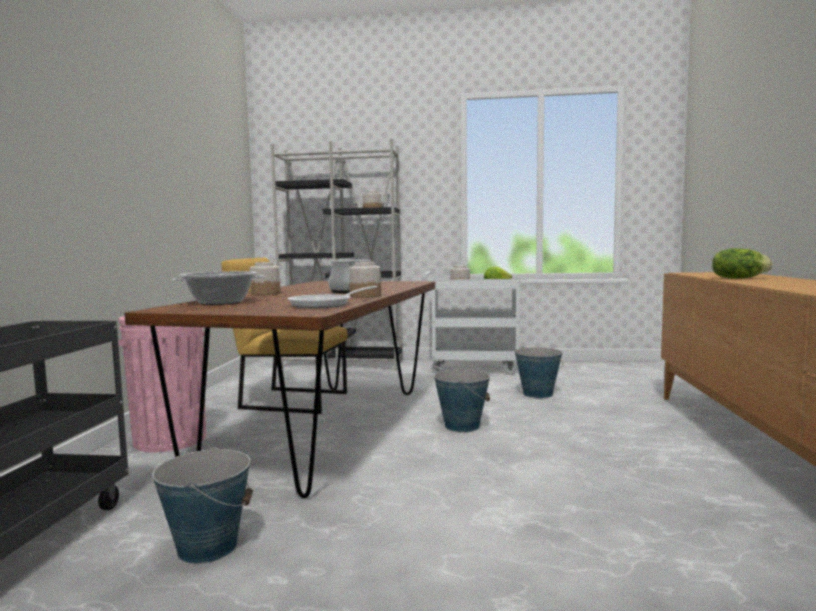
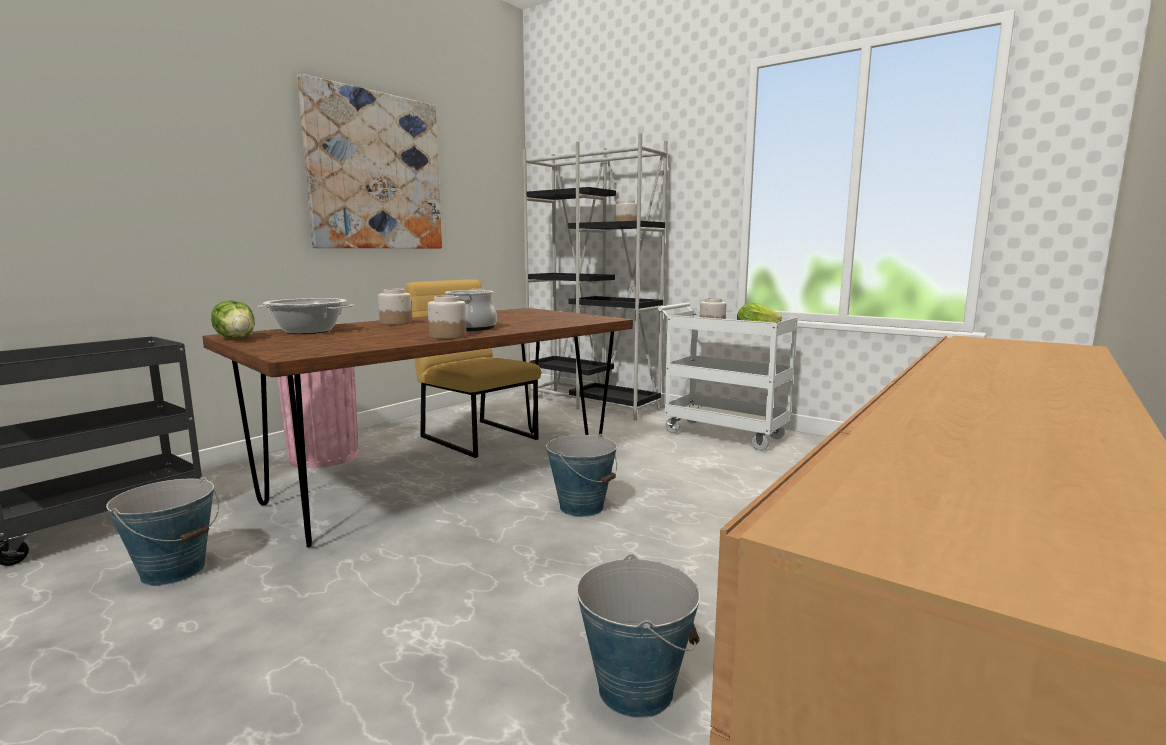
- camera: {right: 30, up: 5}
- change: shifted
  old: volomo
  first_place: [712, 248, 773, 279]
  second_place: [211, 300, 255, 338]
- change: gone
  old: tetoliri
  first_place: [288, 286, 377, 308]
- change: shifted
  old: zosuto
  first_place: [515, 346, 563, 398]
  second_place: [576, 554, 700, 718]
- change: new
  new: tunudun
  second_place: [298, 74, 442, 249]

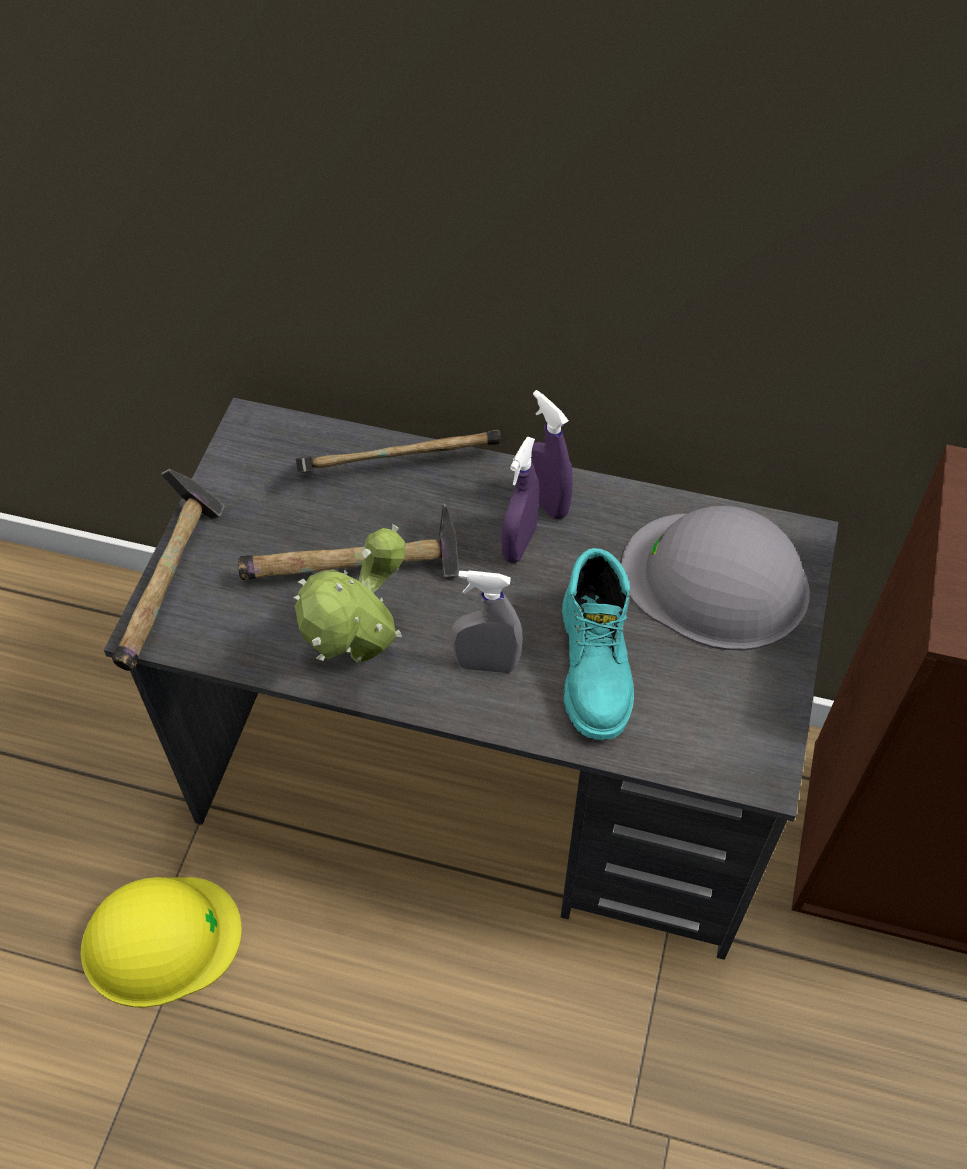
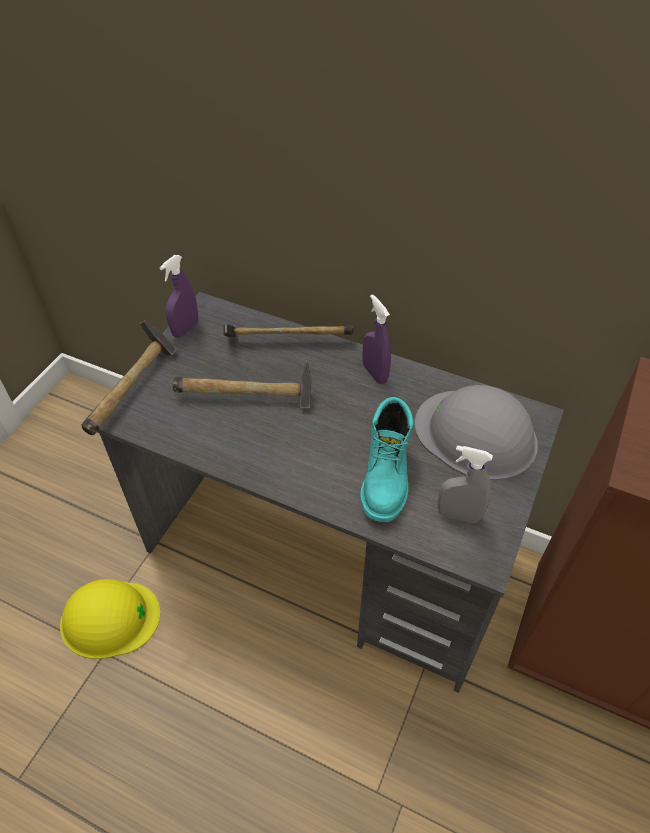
- camera: {right: 10, up: -5}
- change: shifted
  old: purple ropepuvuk
  first_place: [502, 436, 539, 563]
  second_place: [159, 255, 198, 337]
- change: gone
  old: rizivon
  first_place: [293, 524, 405, 663]
- change: shifted
  old: grey ropepuvuk
  first_place: [451, 570, 523, 673]
  second_place: [438, 445, 493, 523]

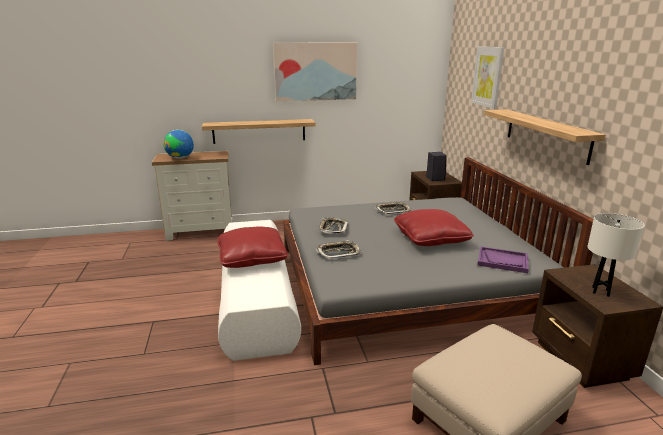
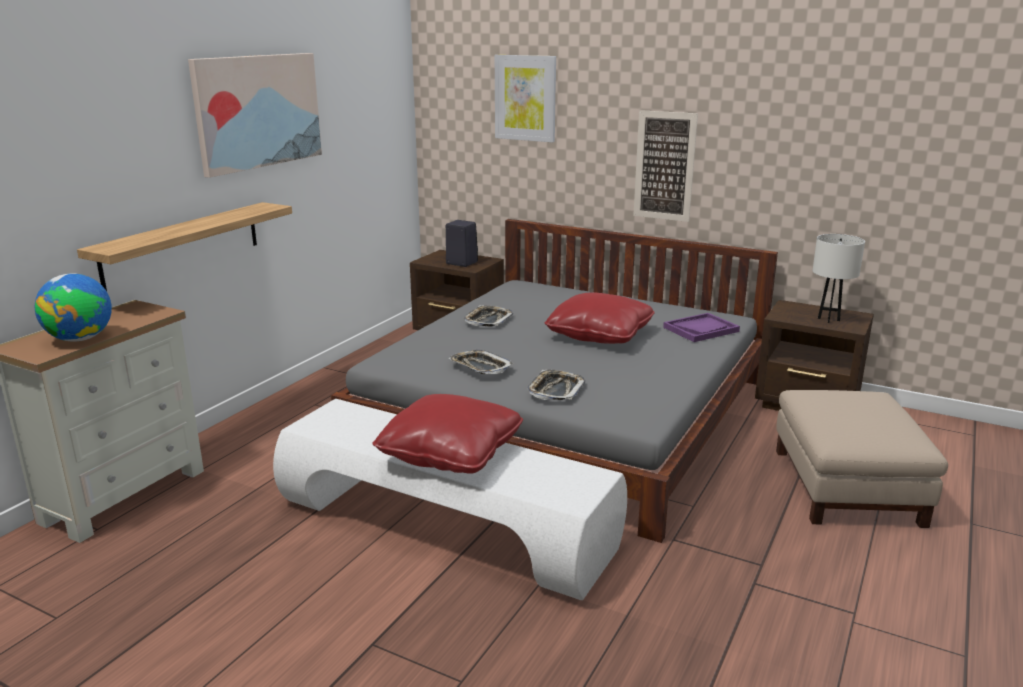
- camera: {right: -50, up: 0}
- change: swapped
  old: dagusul
  new: tunudun
  first_place: [484, 109, 606, 165]
  second_place: [633, 110, 698, 222]

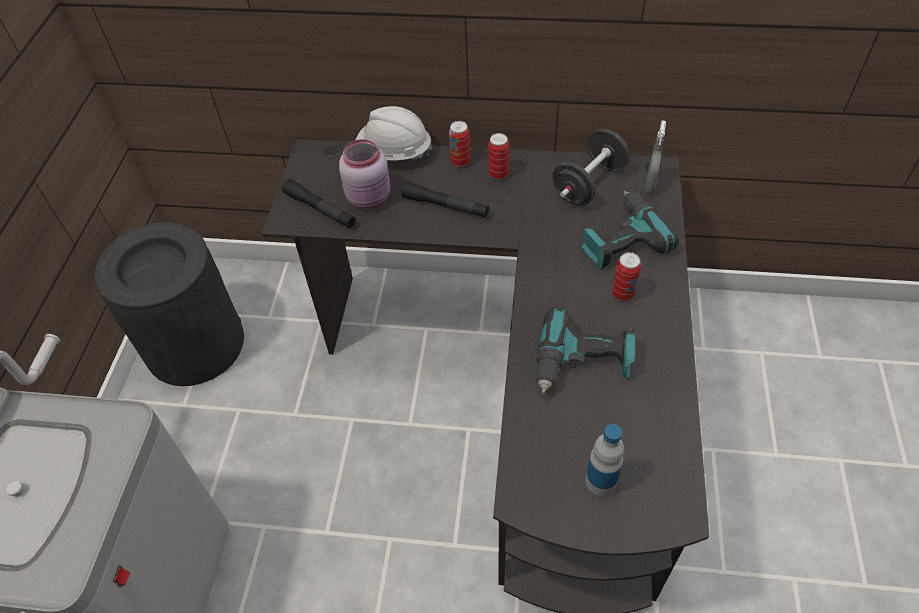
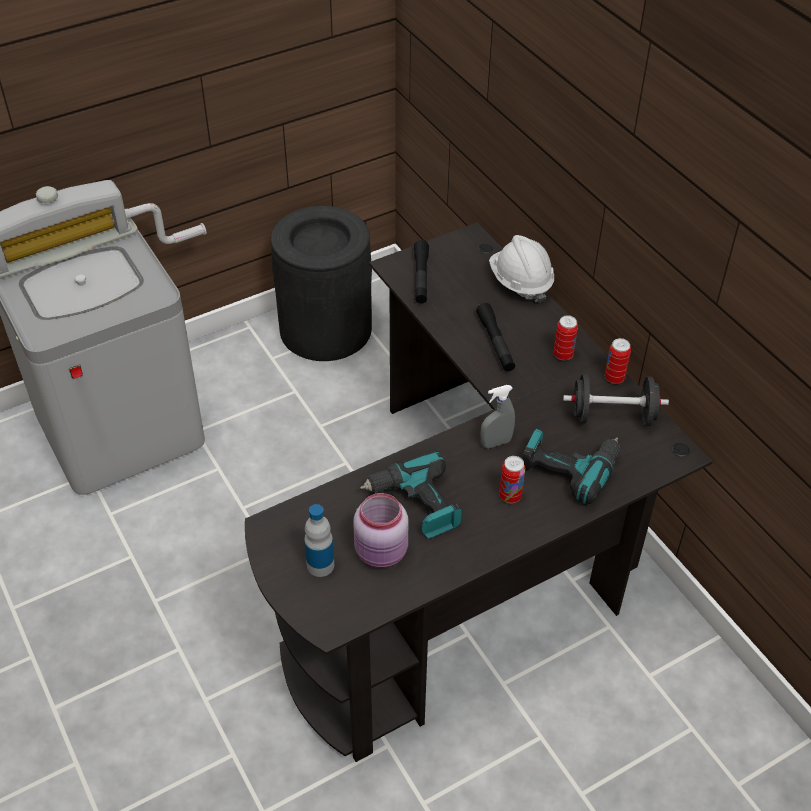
- camera: {right: 50, up: -5}
- change: shifted
  old: grey ropepuvuk
  first_place: [645, 120, 666, 194]
  second_place: [480, 385, 515, 448]
- change: shifted
  old: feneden
  first_place: [449, 121, 470, 167]
  second_place: [605, 338, 631, 384]
- change: shifted
  old: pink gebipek
  first_place: [339, 139, 391, 209]
  second_place: [353, 493, 408, 568]

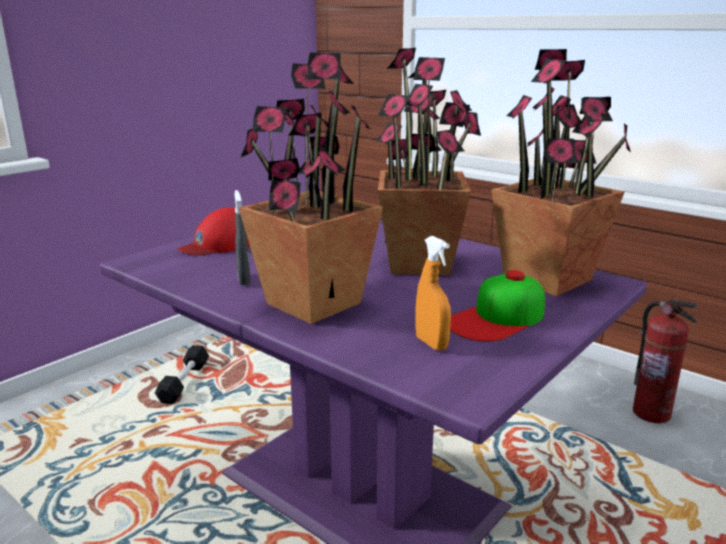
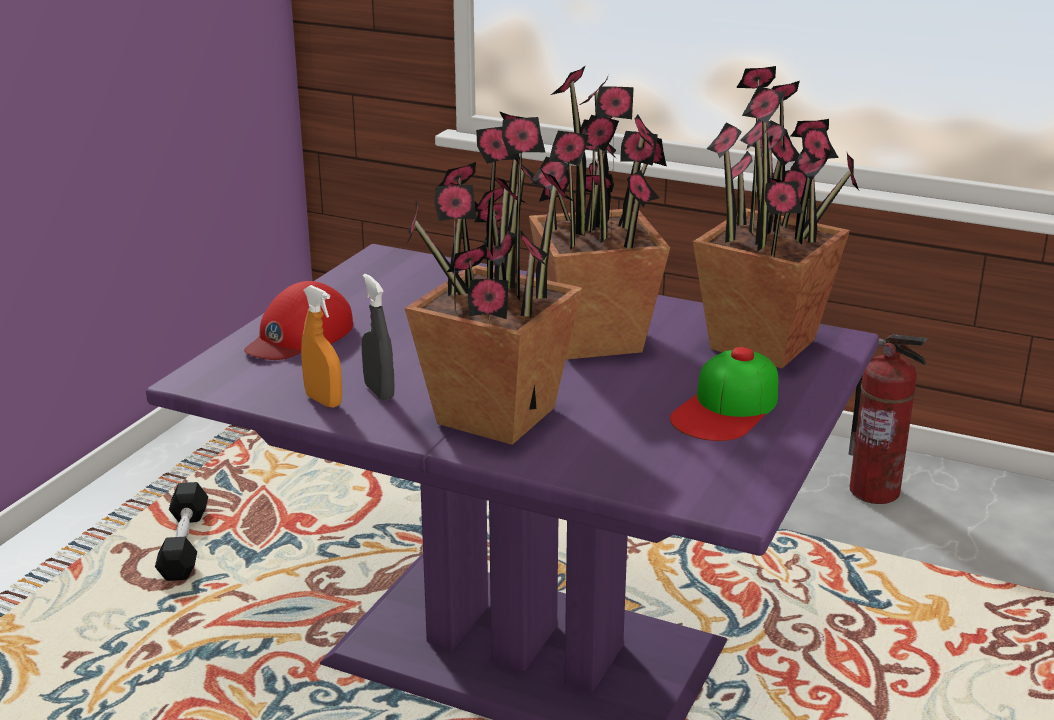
- camera: {right: -15, up: 5}
- change: shifted
  old: orange ropepuvuk
  first_place: [415, 236, 451, 351]
  second_place: [301, 285, 342, 408]

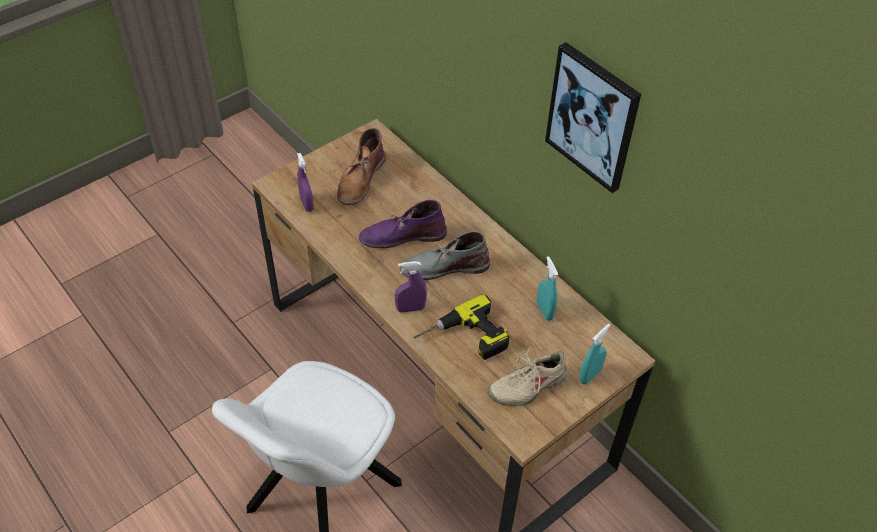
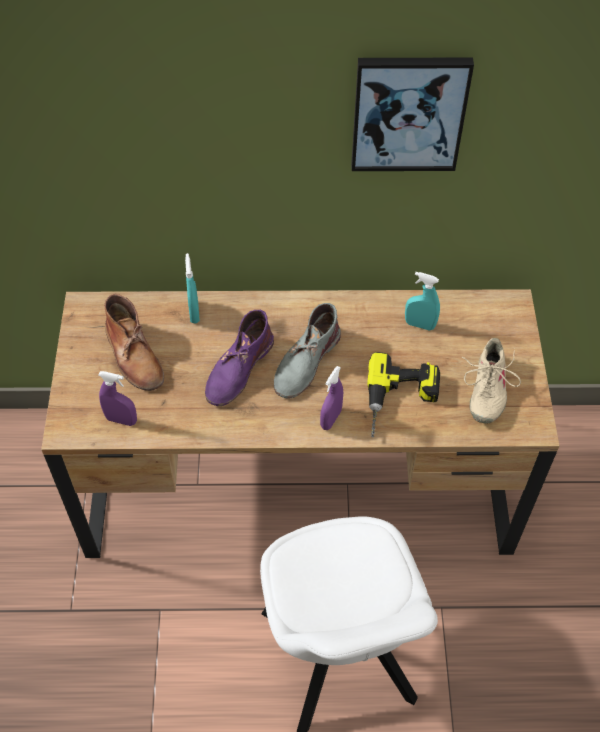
- camera: {right: -50, up: 5}
- change: shifted
  old: turquoise ropepuvuk
  first_place: [579, 324, 611, 384]
  second_place: [185, 253, 200, 324]

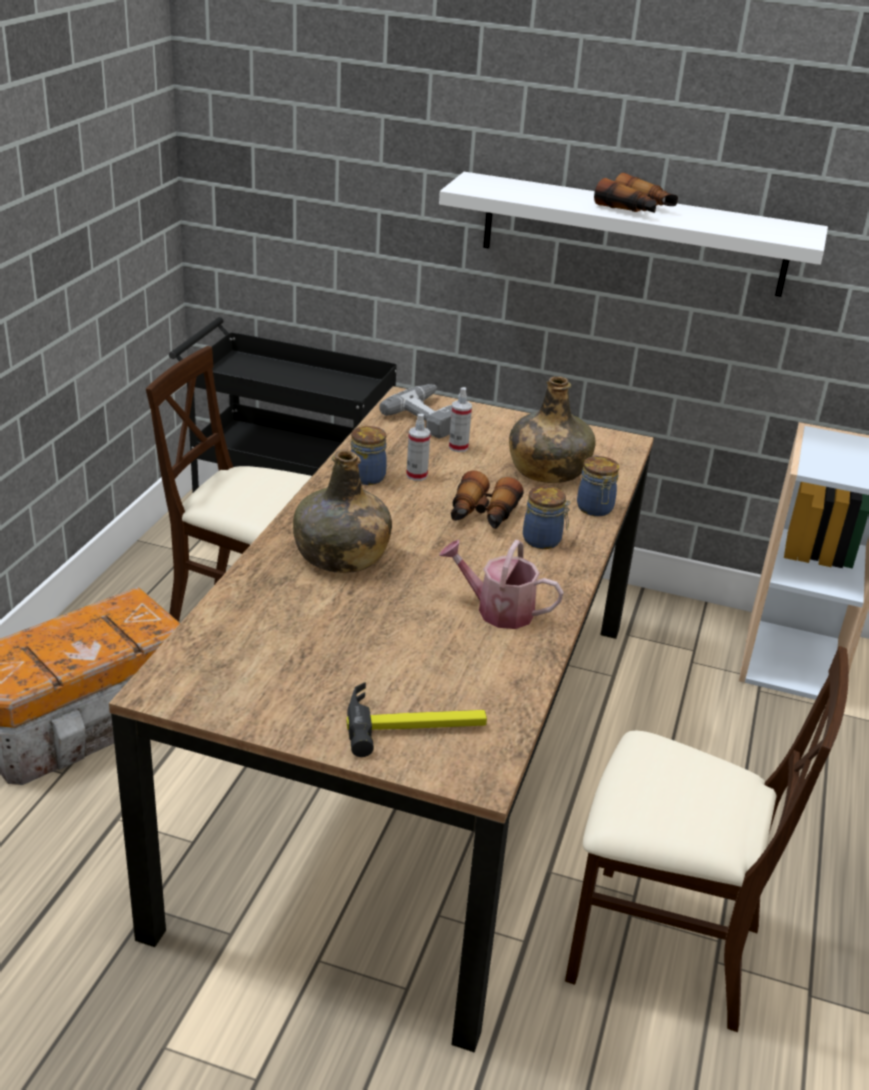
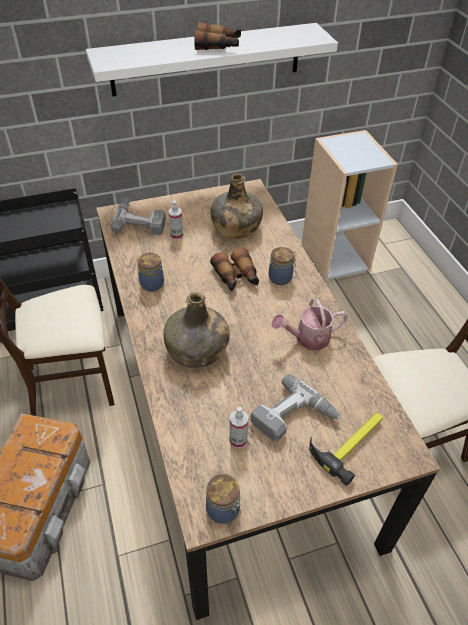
- camera: {right: -35, up: 15}
- change: shifted
  old: ropepuvuk
  first_place: [406, 414, 430, 481]
  second_place: [229, 407, 248, 448]
- change: shifted
  old: gebipek
  first_place: [577, 456, 619, 516]
  second_place: [206, 474, 241, 524]
- change: new
  new: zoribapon
  second_place: [250, 374, 340, 441]

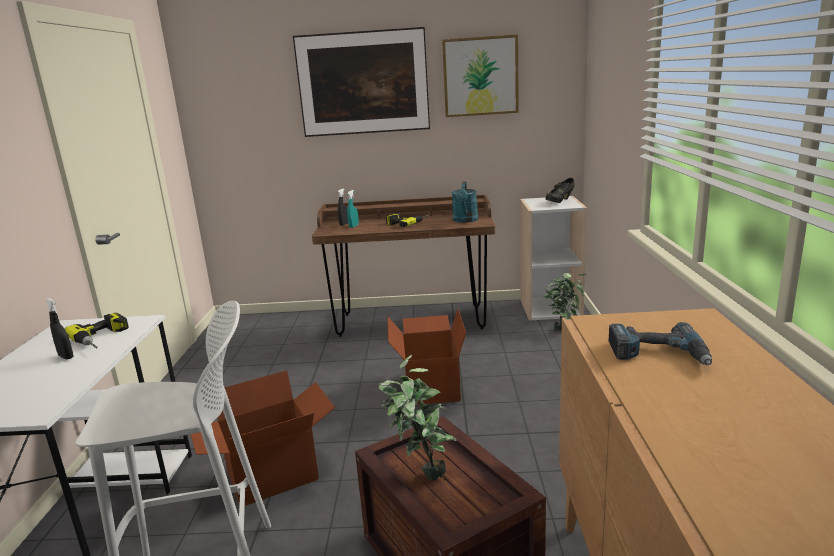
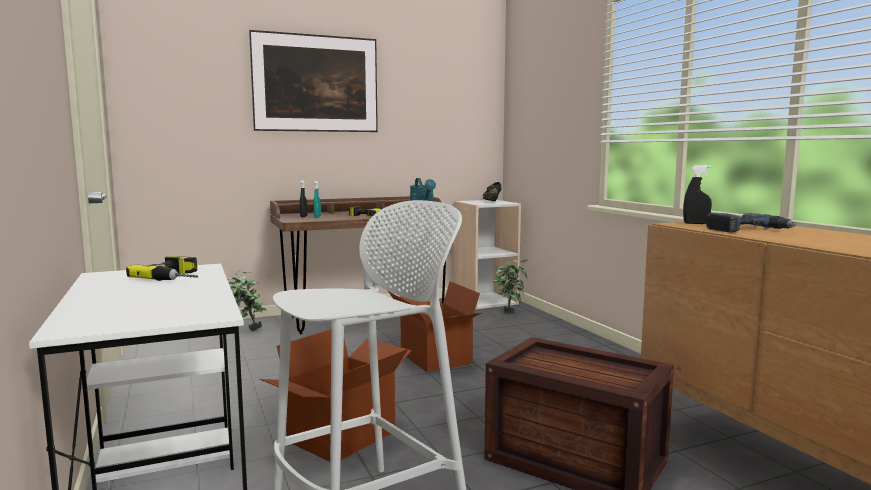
- camera: {right: -25, up: -10}
- change: gone
  old: tunudun
  first_place: [442, 34, 519, 117]
- change: shifted
  old: black ropepuvuk
  first_place: [46, 298, 73, 359]
  second_place: [683, 165, 712, 224]
- change: shifted
  old: rizivon
  first_place: [379, 355, 457, 481]
  second_place: [227, 269, 267, 331]

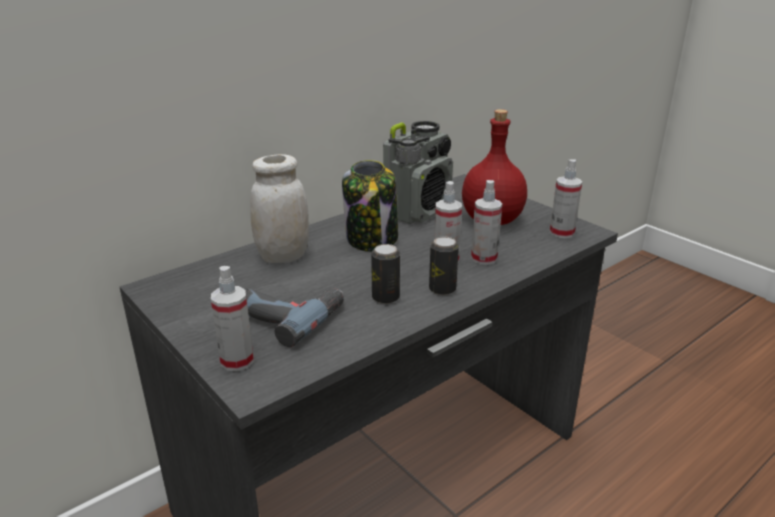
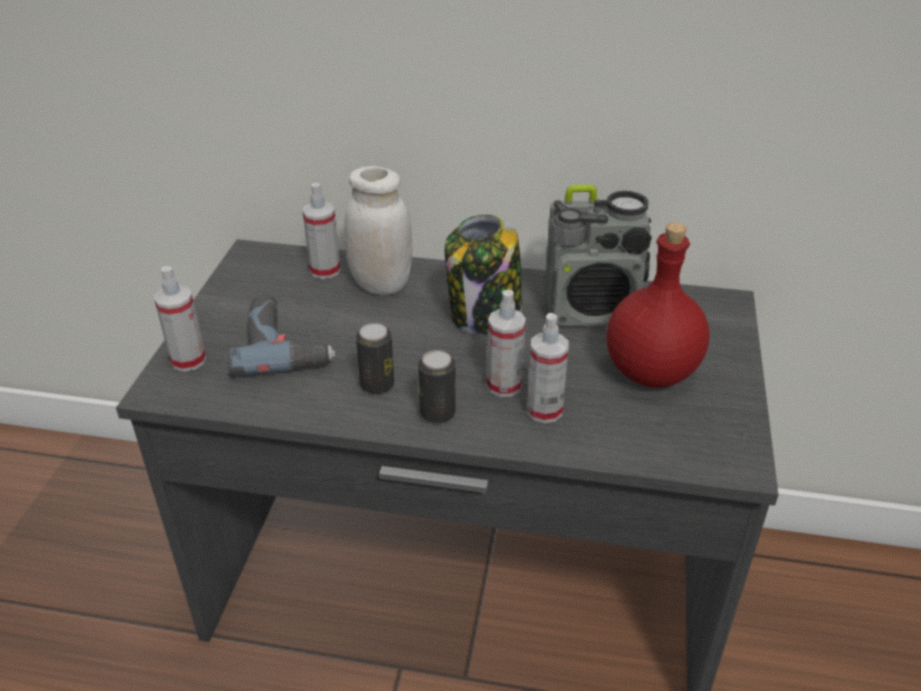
- camera: {right: 50, up: 10}
- change: shifted
  old: ropepuvuk
  first_place: [550, 159, 582, 239]
  second_place: [302, 183, 341, 279]

